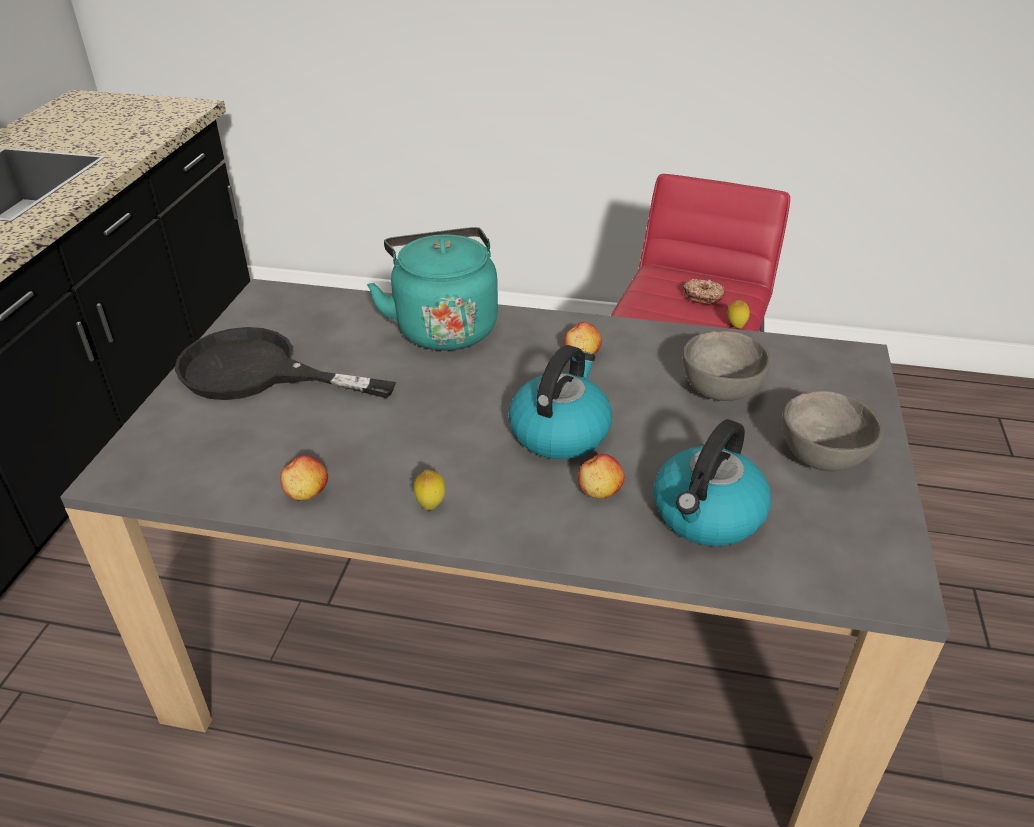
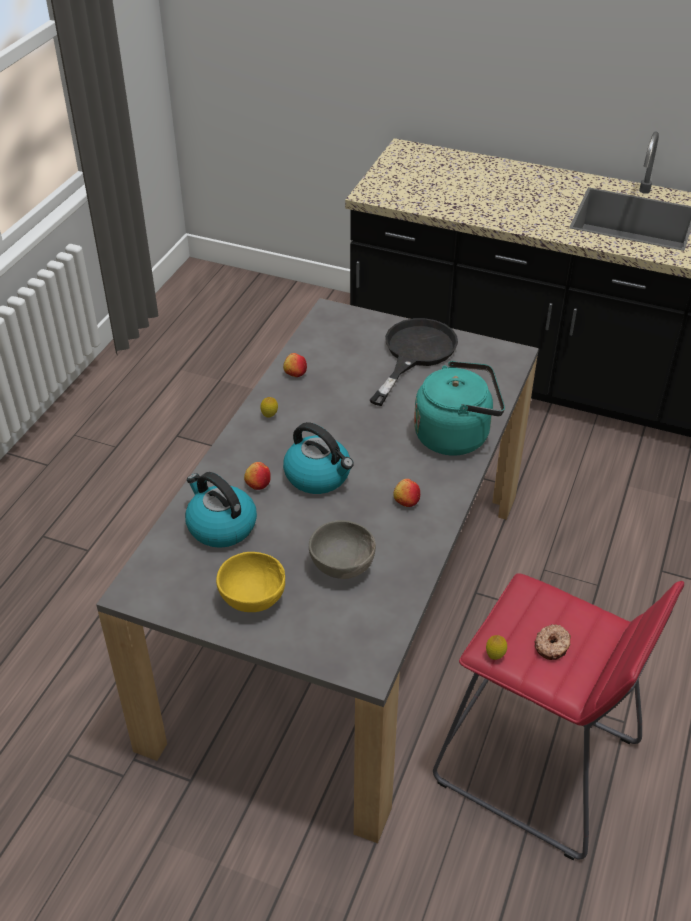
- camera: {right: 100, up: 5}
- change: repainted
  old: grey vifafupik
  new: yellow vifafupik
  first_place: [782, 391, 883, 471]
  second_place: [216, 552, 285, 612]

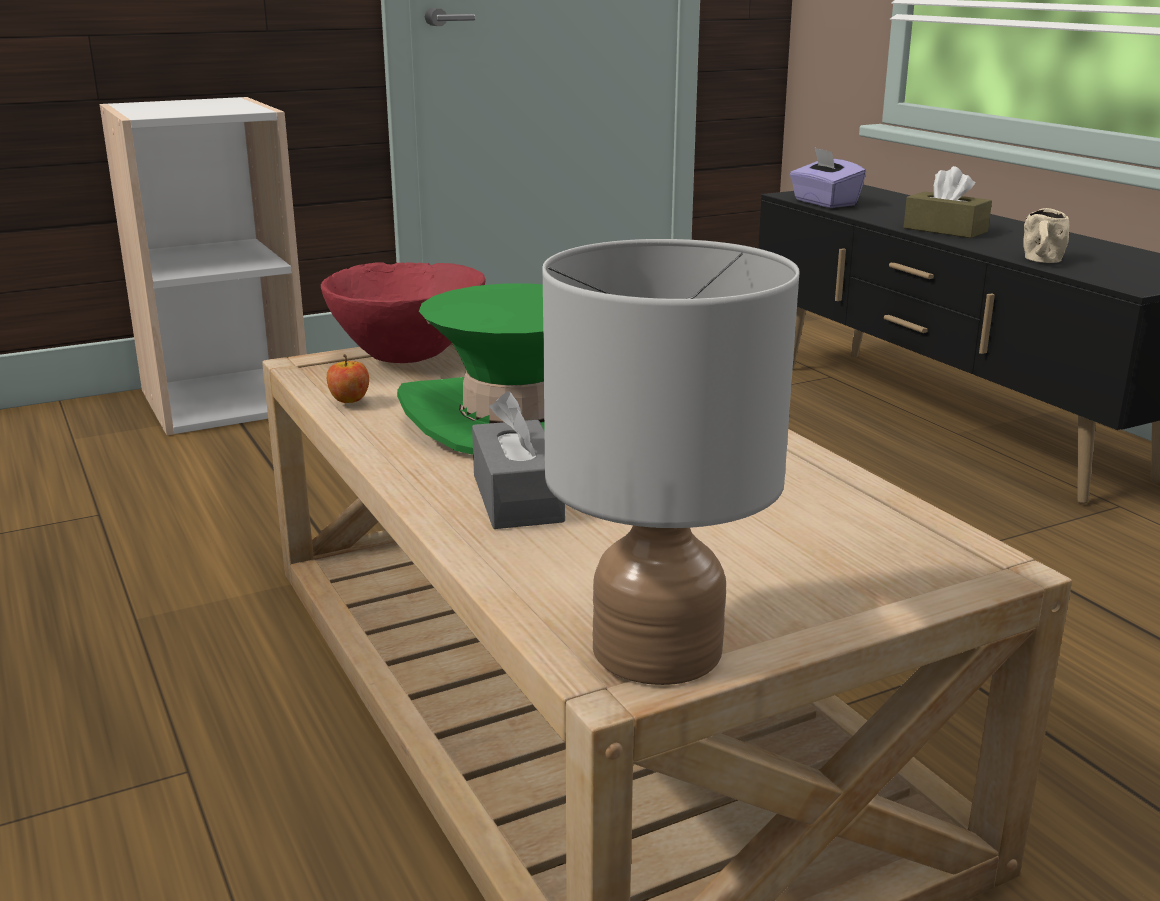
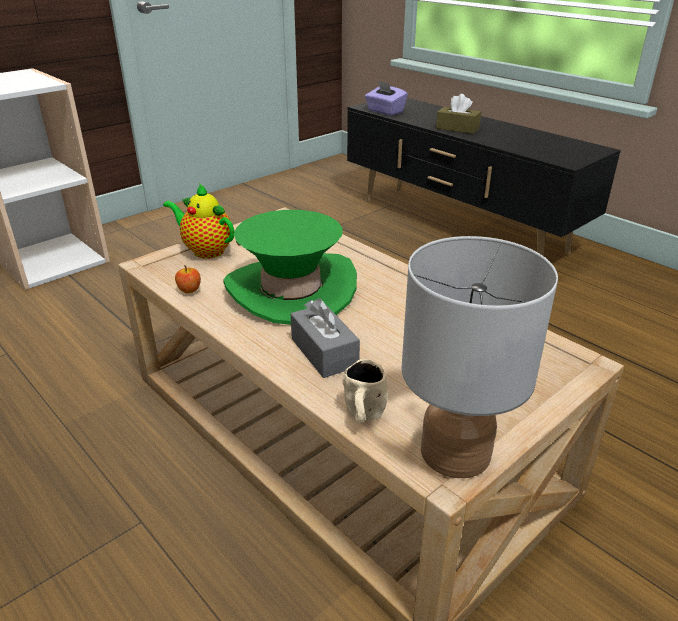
- camera: {right: -15, up: 10}
- change: shifted
  old: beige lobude
  first_place: [1023, 208, 1069, 263]
  second_place: [342, 359, 388, 423]
- change: swapped
  old: red vifafupik
  new: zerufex
  first_place: [321, 262, 486, 363]
  second_place: [163, 183, 234, 259]

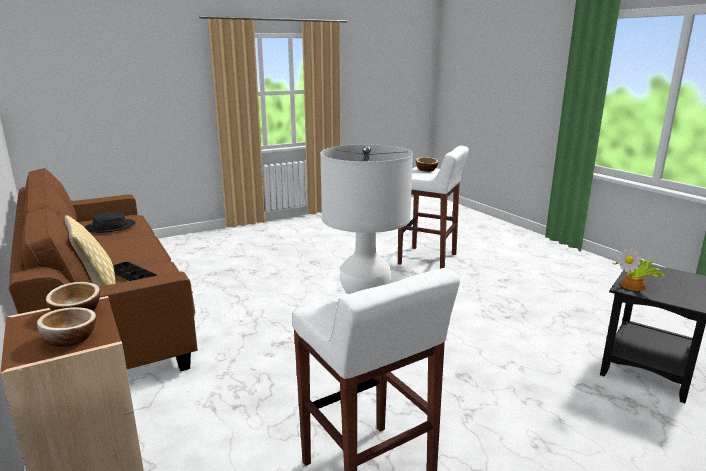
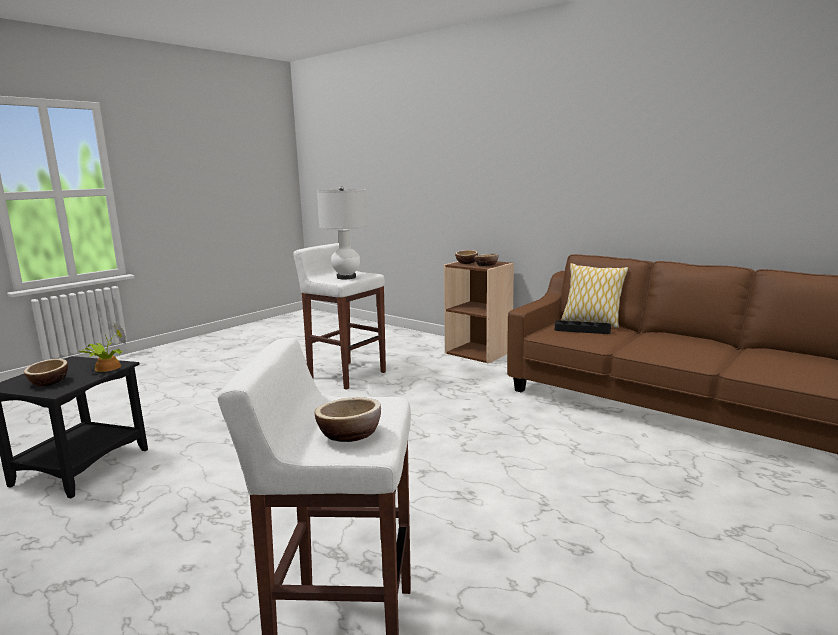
- camera: {right: 160, up: -5}
- change: gone
  old: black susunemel
  first_place: [85, 212, 136, 233]
- change: new
  new: vifafupik
  second_place: [24, 359, 68, 386]

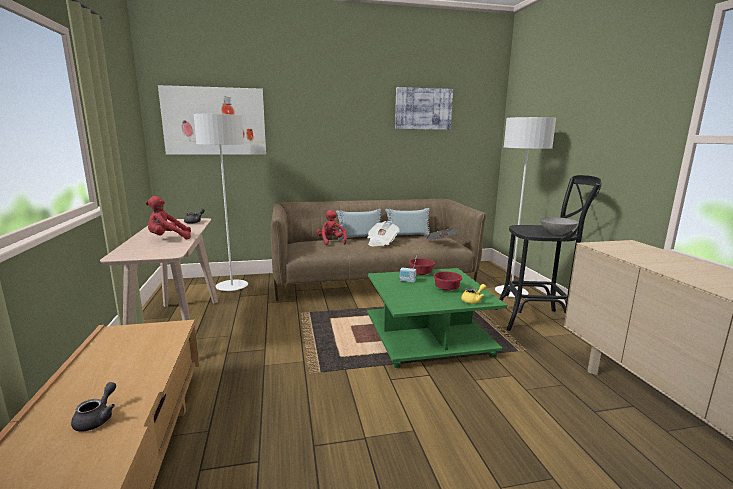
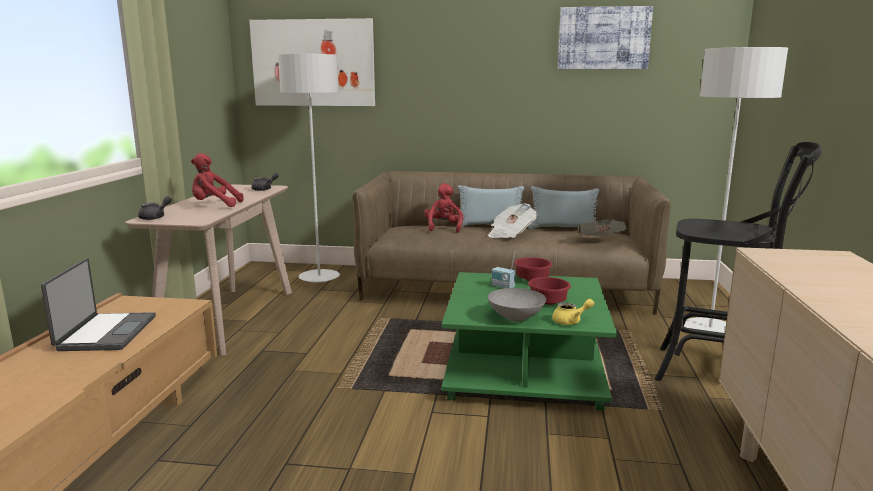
- camera: {right: 20, up: 0}
- change: shifted
  old: grey vifafupik
  first_place: [540, 217, 579, 235]
  second_place: [488, 288, 546, 321]
- change: shifted
  old: grey zerufex
  first_place: [71, 382, 116, 431]
  second_place: [138, 196, 172, 220]
- change: new
  new: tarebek
  second_place: [41, 258, 156, 351]

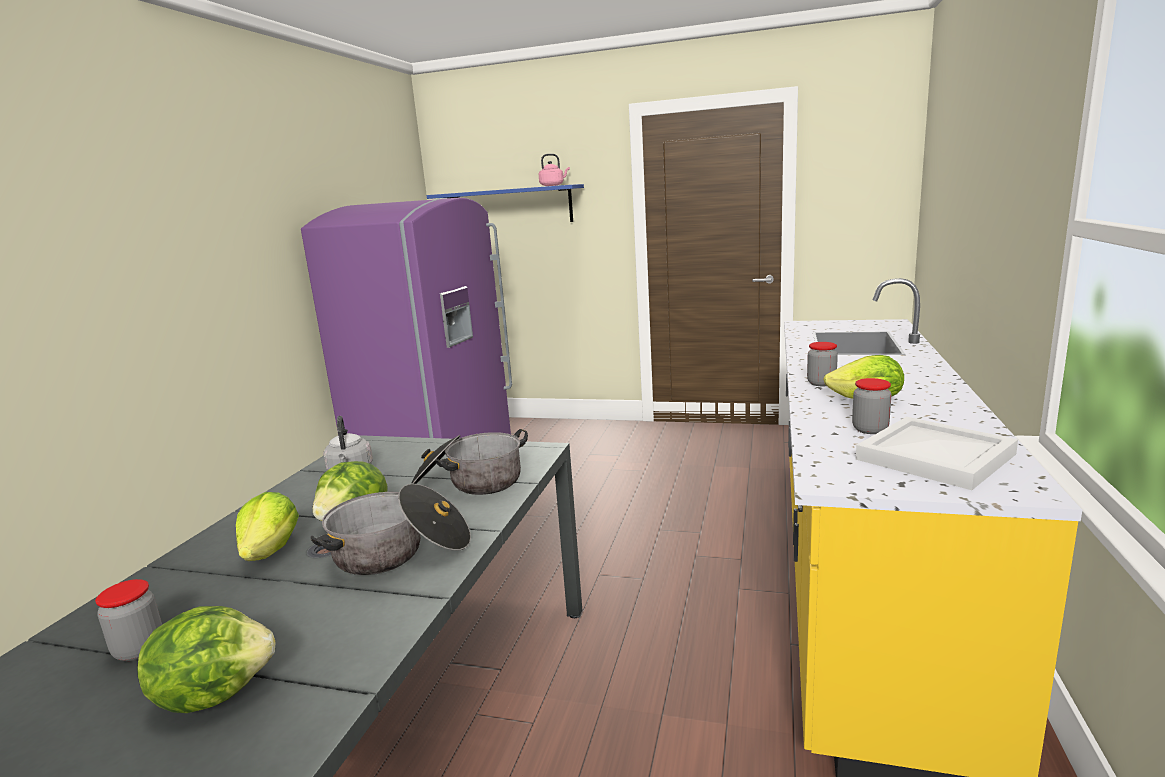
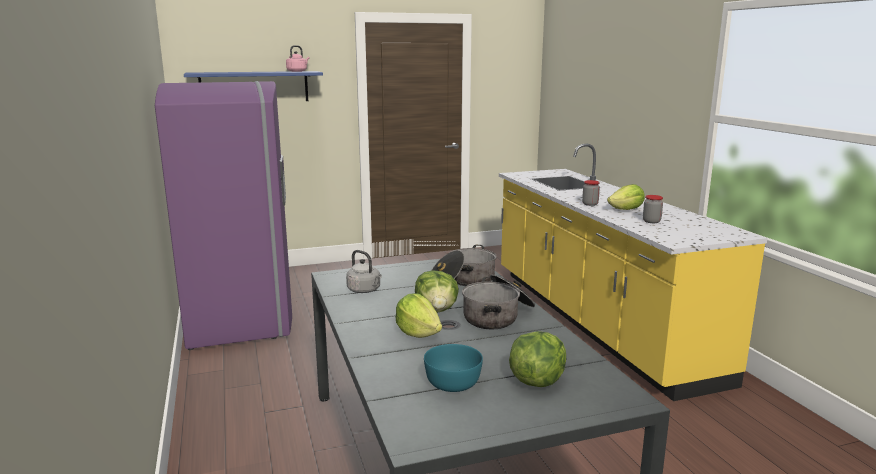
- camera: {right: -35, up: 0}
- change: gone
  old: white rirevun
  first_place: [856, 417, 1018, 490]
- change: swapped
  old: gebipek
  new: turquoise vifafupik
  first_place: [95, 579, 162, 661]
  second_place: [424, 344, 483, 392]

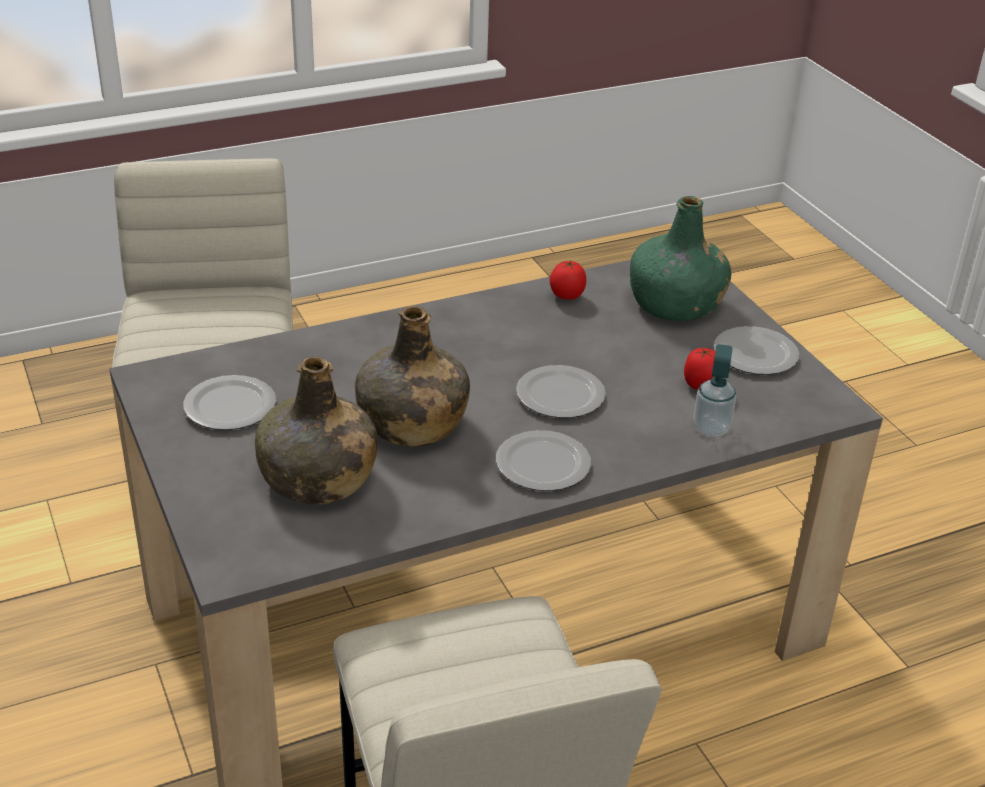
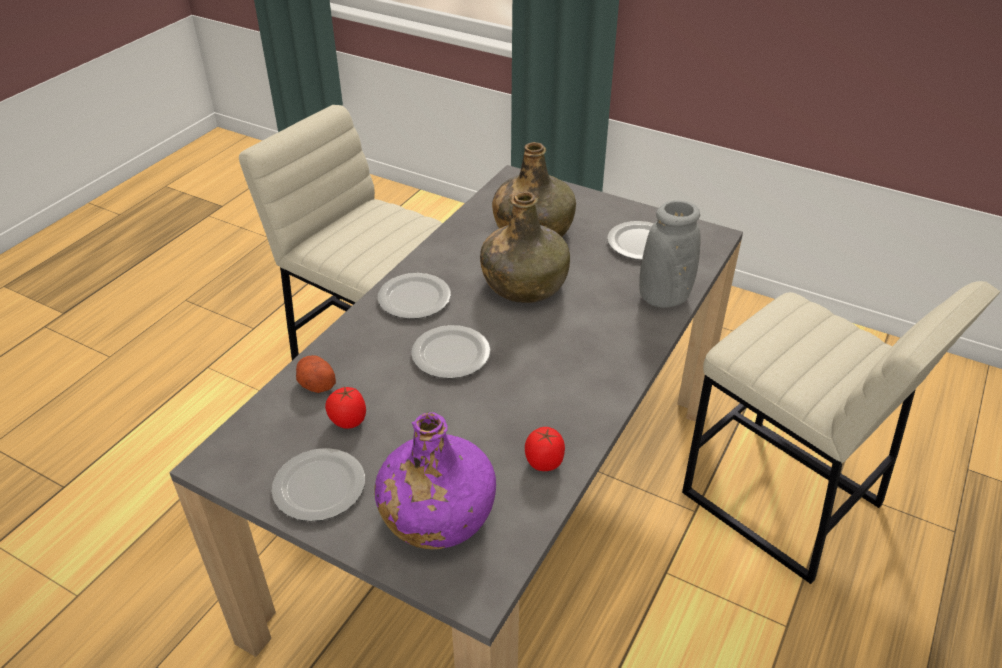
- camera: {right: 145, up: 5}
- change: repainted
  old: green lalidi
  new: purple lalidi
  first_place: [630, 196, 731, 321]
  second_place: [375, 413, 496, 549]
- change: swapped
  old: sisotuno
  new: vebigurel
  first_place: [693, 344, 736, 437]
  second_place: [296, 355, 336, 393]
- change: new
  new: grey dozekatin
  second_place: [639, 200, 701, 308]

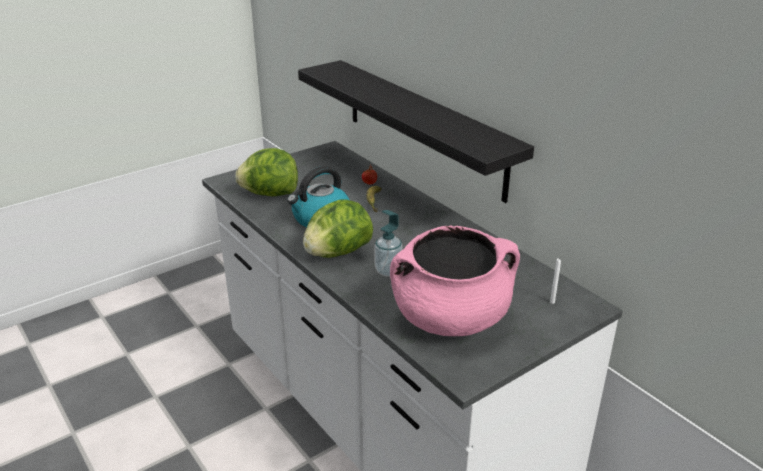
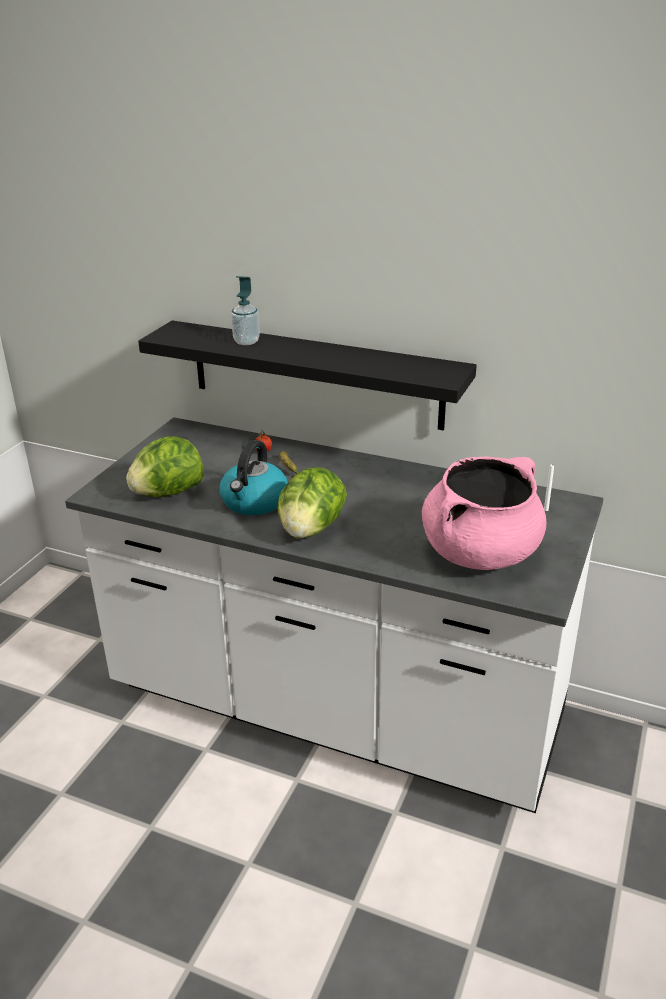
- camera: {right: -30, up: 0}
- change: shifted
  old: sisotuno
  first_place: [375, 210, 402, 277]
  second_place: [231, 276, 260, 345]

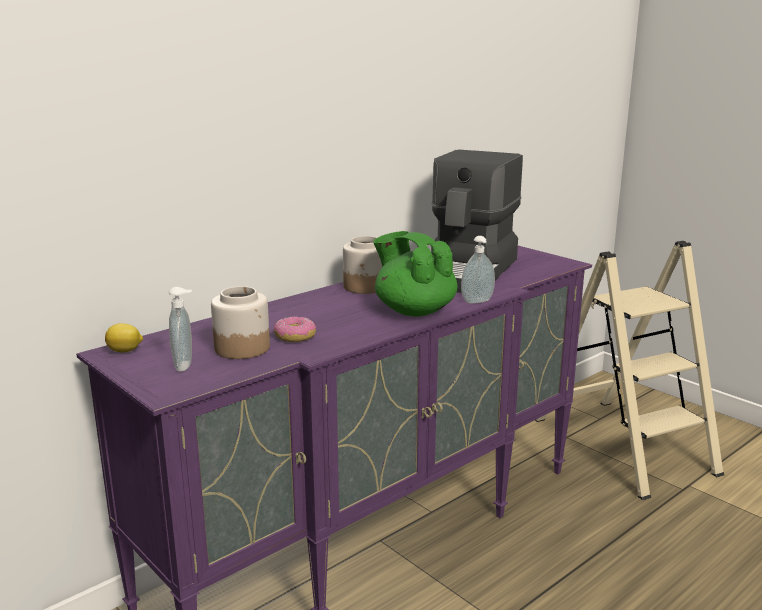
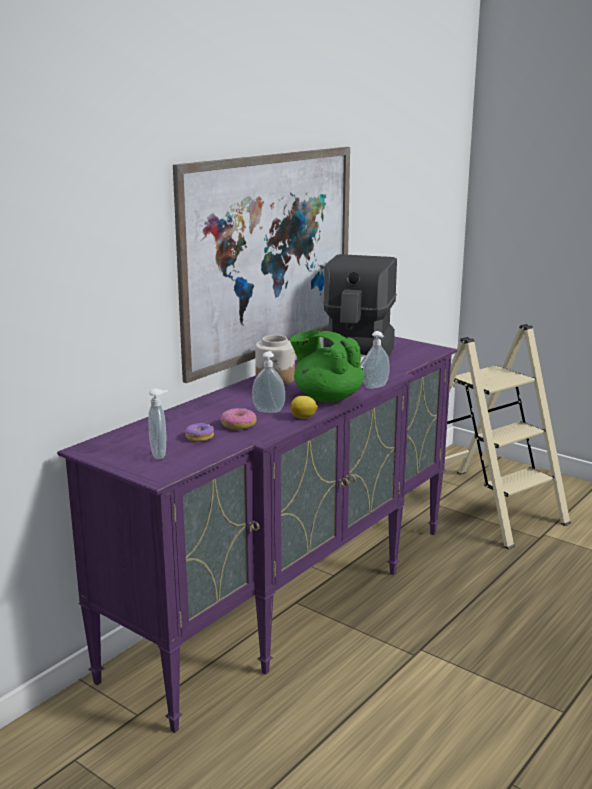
- camera: {right: -10, up: 0}
- change: swapped
  old: gebipek
  new: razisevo
  first_place: [211, 286, 270, 359]
  second_place: [185, 423, 214, 442]
- change: shifted
  old: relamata
  first_place: [105, 323, 143, 353]
  second_place: [290, 396, 318, 419]
- change: new
  new: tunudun
  second_place: [173, 147, 350, 383]
- change: new
  new: sisotuno
  second_place: [252, 351, 285, 413]

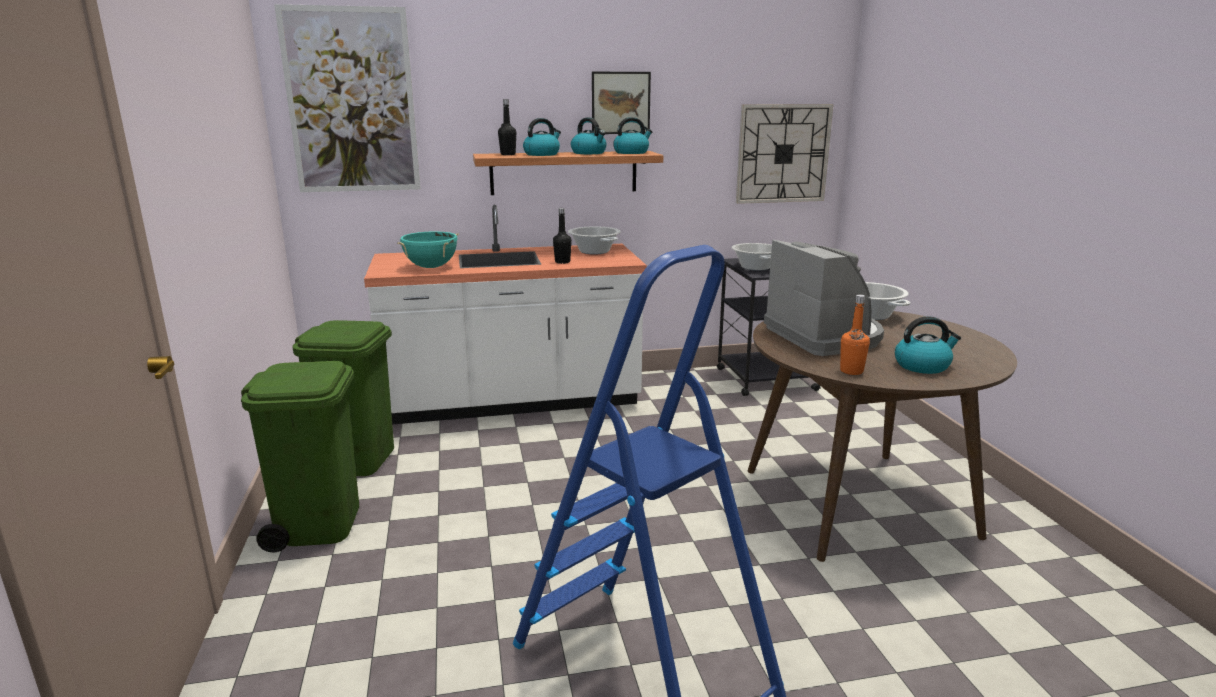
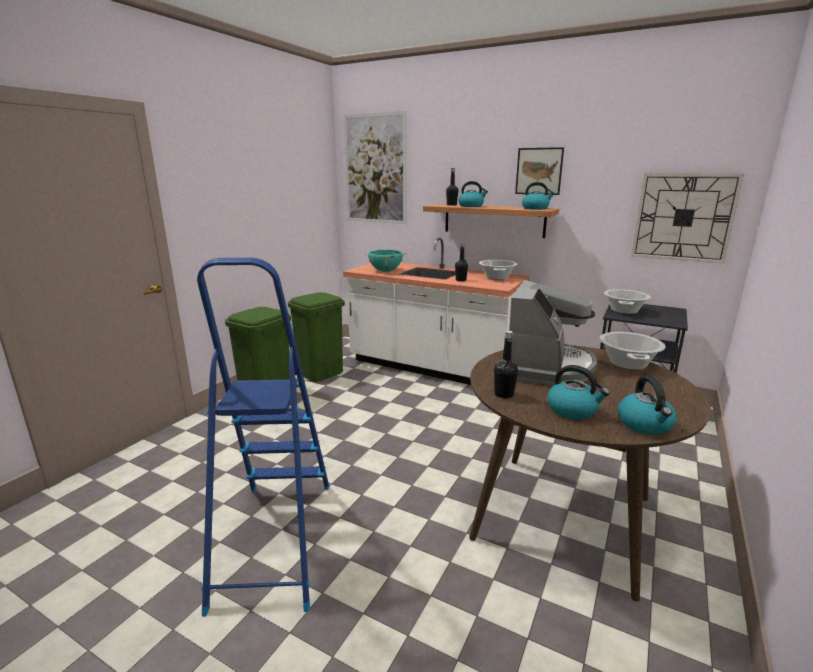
- camera: {right: 40, up: 0}
- change: shifted
  old: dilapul
  first_place: [571, 117, 607, 154]
  second_place: [618, 376, 677, 435]
- change: repainted
  old: orange lalidi
  new: black lalidi
  first_place: [840, 295, 870, 375]
  second_place: [494, 331, 518, 398]

